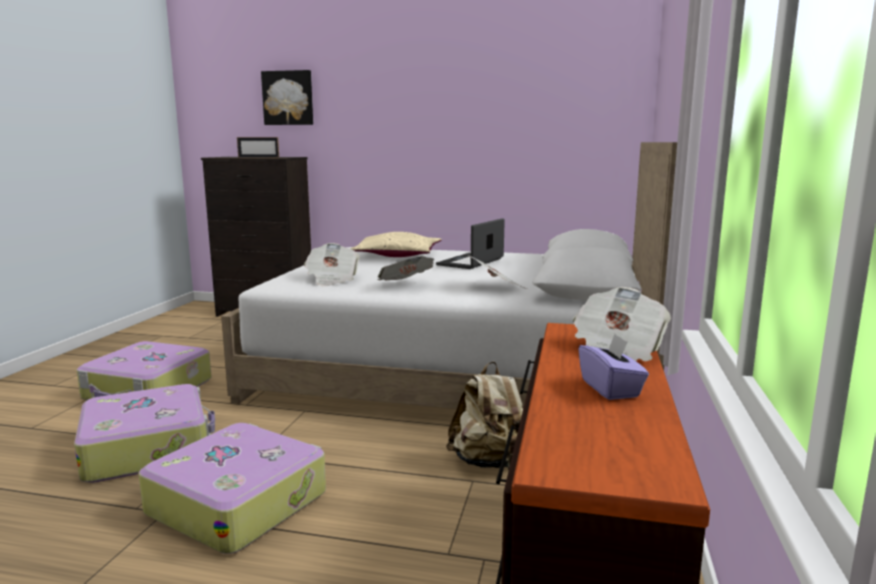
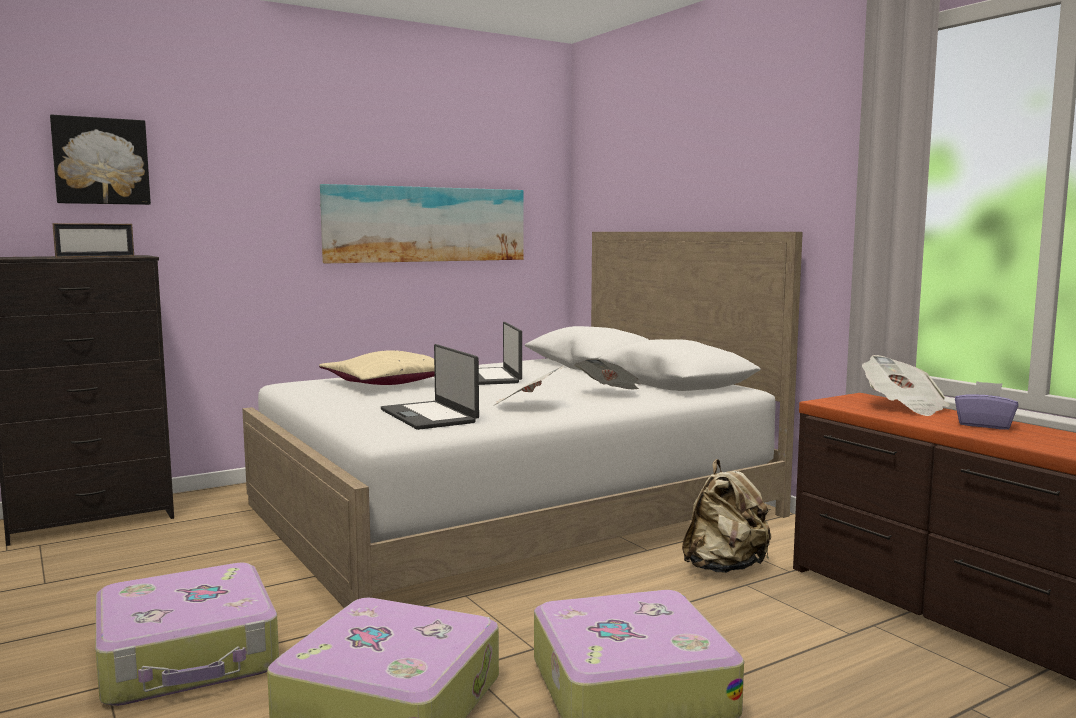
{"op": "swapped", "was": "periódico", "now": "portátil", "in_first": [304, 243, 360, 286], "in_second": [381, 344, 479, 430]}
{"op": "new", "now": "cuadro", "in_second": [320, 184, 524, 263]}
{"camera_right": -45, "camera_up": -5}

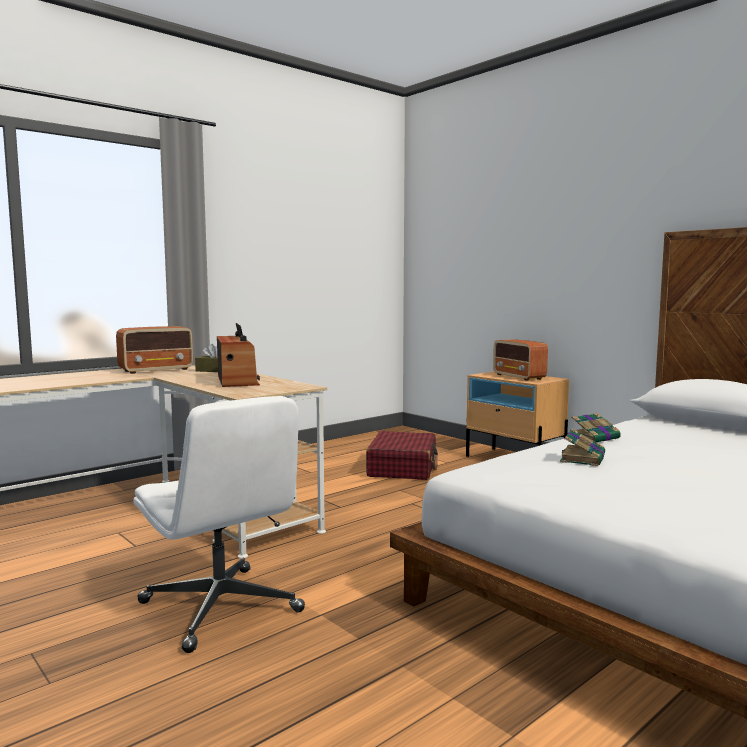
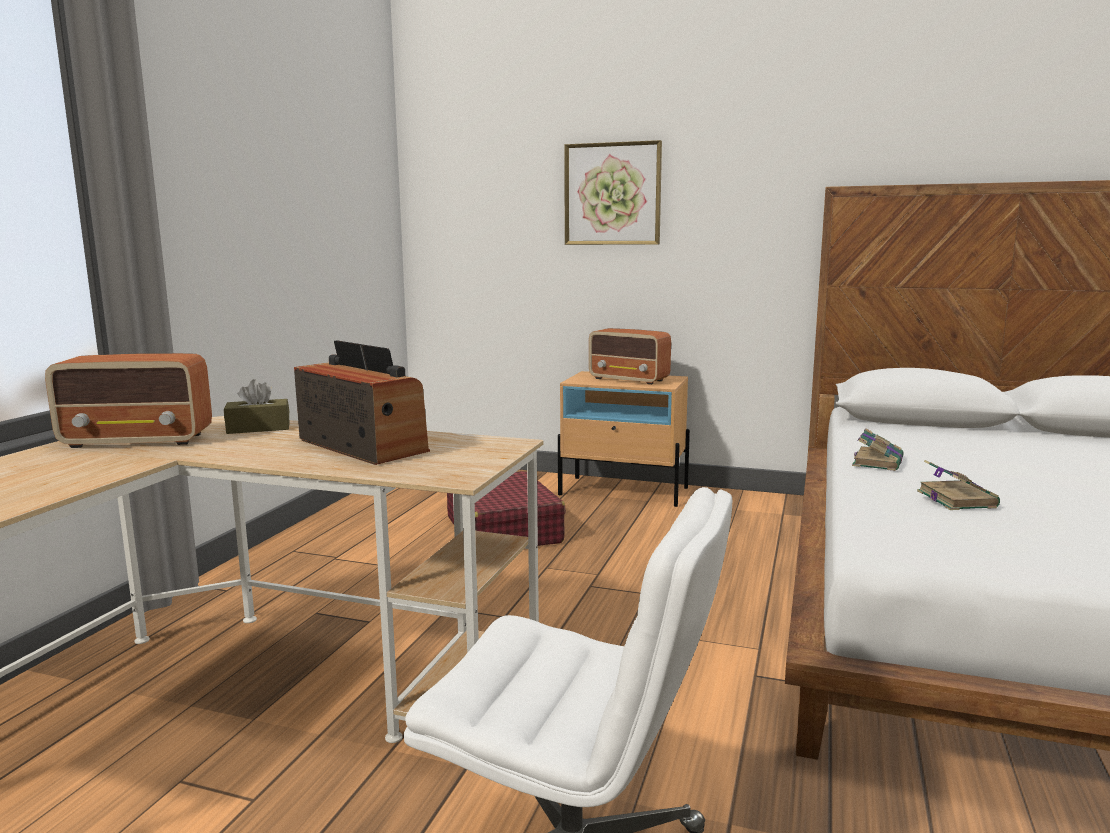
{"op": "rotated", "was": "radio", "in_first": [116, 326, 193, 374], "in_second": [45, 353, 212, 448], "clockwise": 60}
{"op": "new", "now": "cuadro", "in_second": [564, 140, 662, 245]}
{"camera_right": -30, "camera_up": 5}

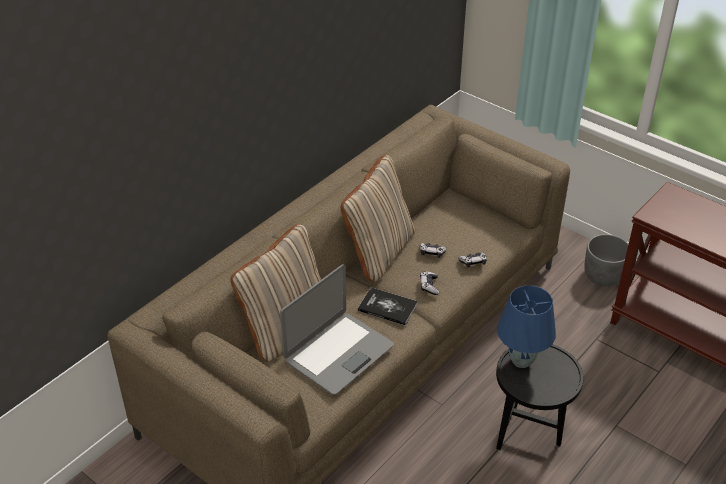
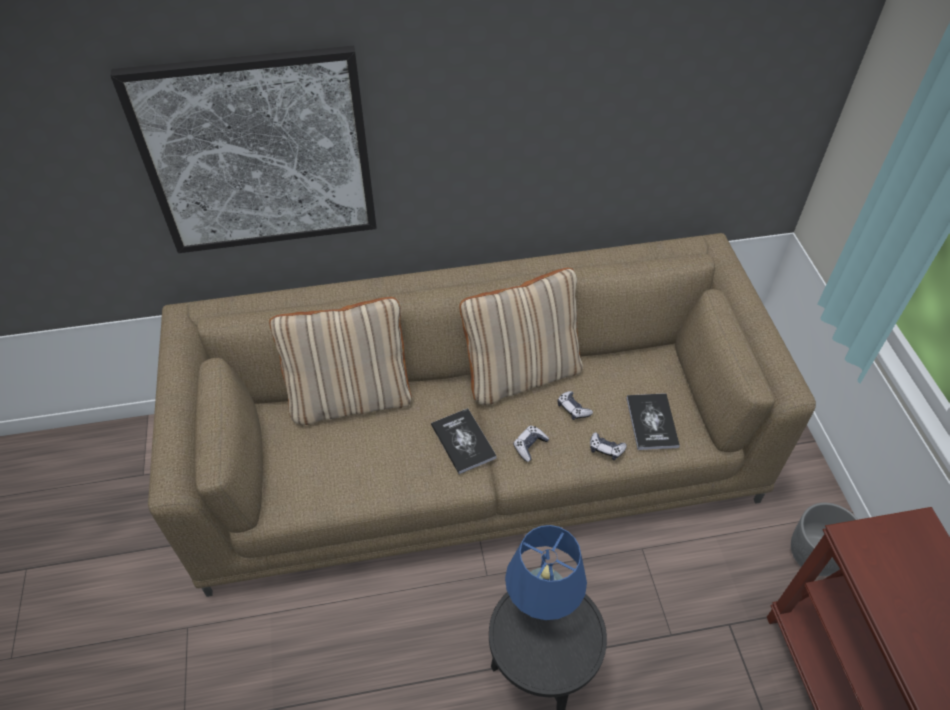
{"op": "gone", "was": "portátil", "in_first": [280, 264, 394, 395]}
{"op": "new", "now": "cuadro", "in_second": [110, 46, 377, 253]}
{"op": "new", "now": "libro", "in_second": [626, 393, 680, 450]}
{"camera_right": 40, "camera_up": 10}

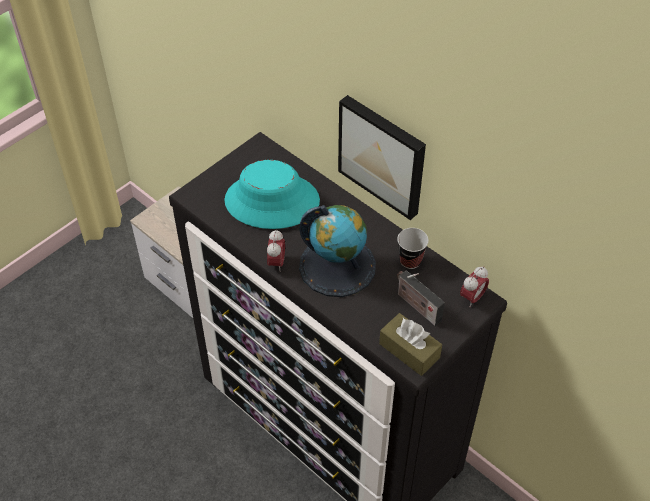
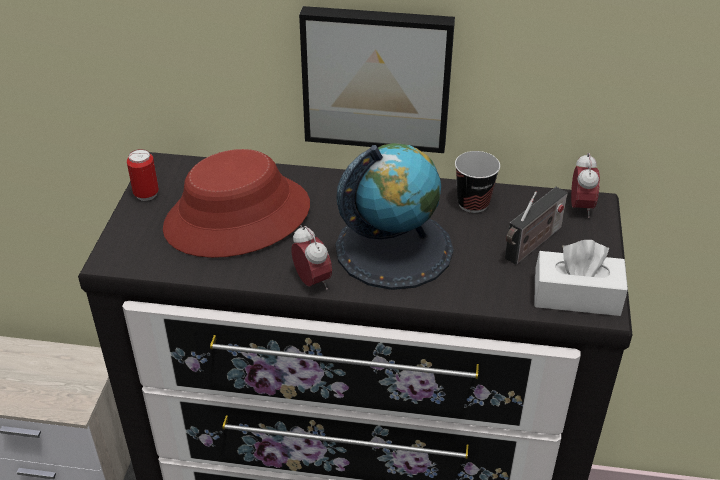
{"op": "repainted", "was": "sombrero/turquesa", "now": "sombrero/rojo", "in_first": [224, 160, 320, 229], "in_second": [163, 149, 310, 258]}
{"op": "repainted", "was": "caja de pañuelos/marrón", "now": "caja de pañuelos/blanco", "in_first": [379, 313, 442, 376], "in_second": [535, 240, 628, 316]}
{"op": "rotated", "was": "radio", "in_first": [397, 270, 445, 326], "in_second": [505, 187, 568, 265], "clockwise": -60}
{"op": "new", "now": "lata", "in_second": [127, 149, 159, 201]}
{"camera_right": -35, "camera_up": -10}

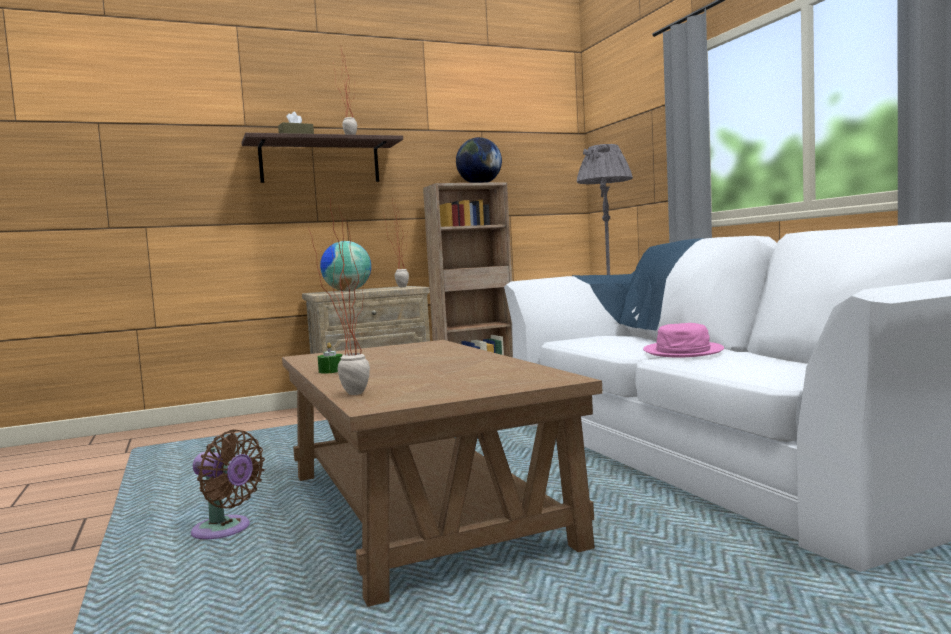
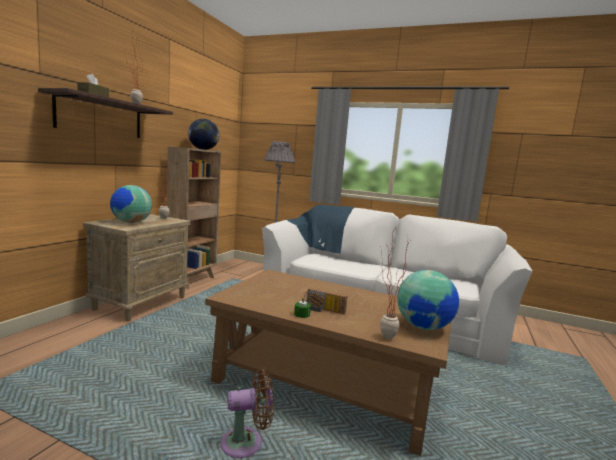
{"op": "gone", "was": "sombrero/rosa", "in_first": [643, 323, 724, 357]}
{"op": "new", "now": "radio", "in_second": [304, 288, 348, 314]}
{"op": "new", "now": "globo terráqueo", "in_second": [397, 270, 459, 330]}
{"camera_right": -45, "camera_up": 5}

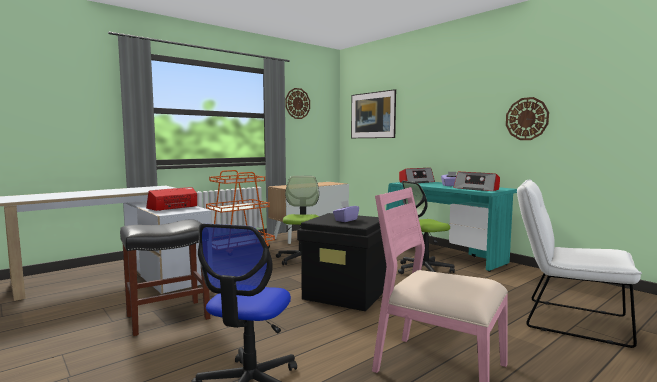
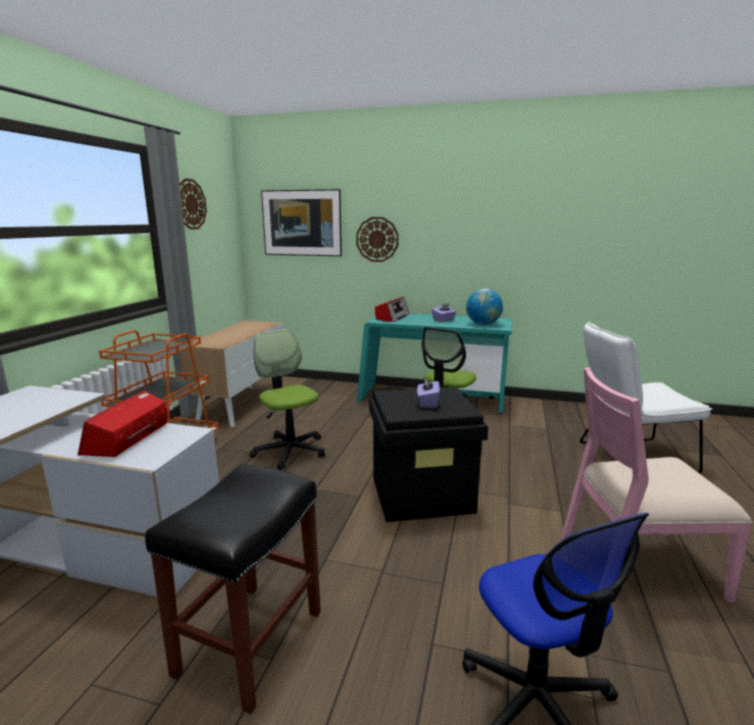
{"op": "swapped", "was": "radio", "now": "globo terráqueo", "in_first": [453, 172, 500, 191], "in_second": [466, 289, 503, 325]}
{"op": "shifted", "was": "reloj de pared", "in_first": [506, 97, 549, 140], "in_second": [356, 217, 399, 262]}
{"camera_right": -35, "camera_up": 10}

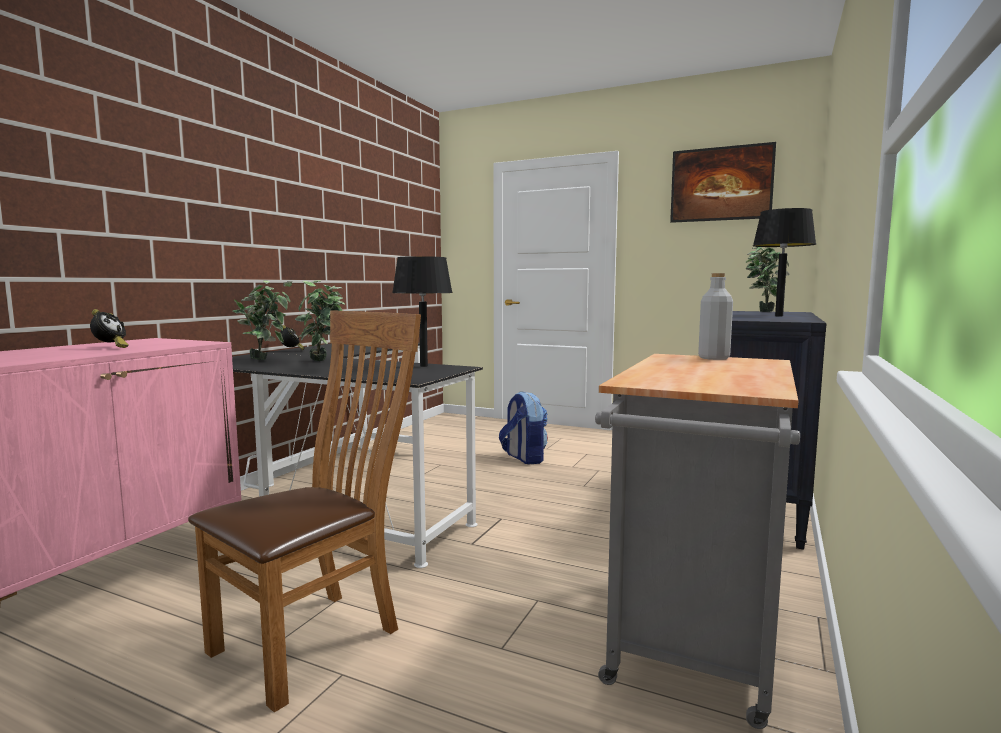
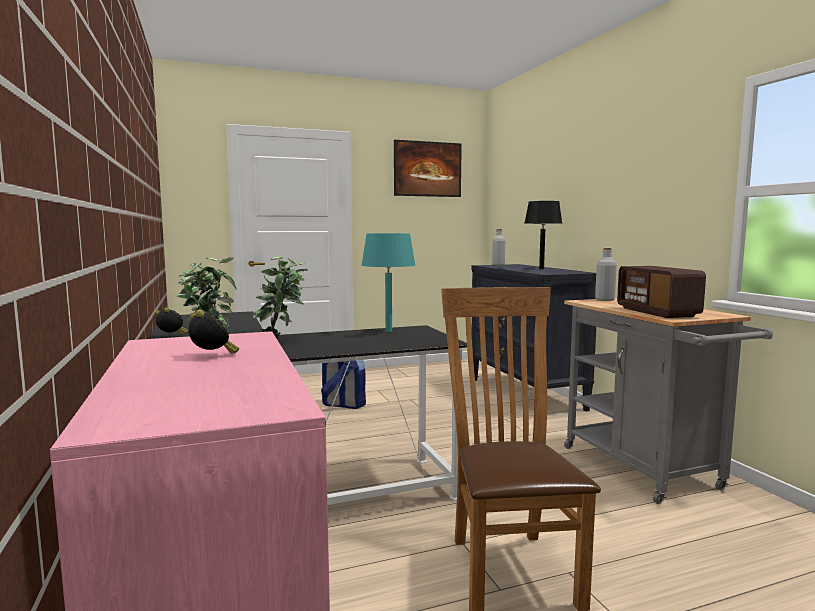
{"op": "repainted", "was": "lámpara de mesa/negro", "now": "lámpara de mesa/turquesa", "in_first": [392, 256, 453, 367], "in_second": [361, 233, 416, 332]}
{"op": "swapped", "was": "planta en maceta", "now": "botella/gris", "in_first": [746, 247, 790, 312], "in_second": [492, 229, 505, 265]}
{"op": "new", "now": "radio", "in_second": [617, 266, 706, 318]}
{"camera_right": -45, "camera_up": 0}

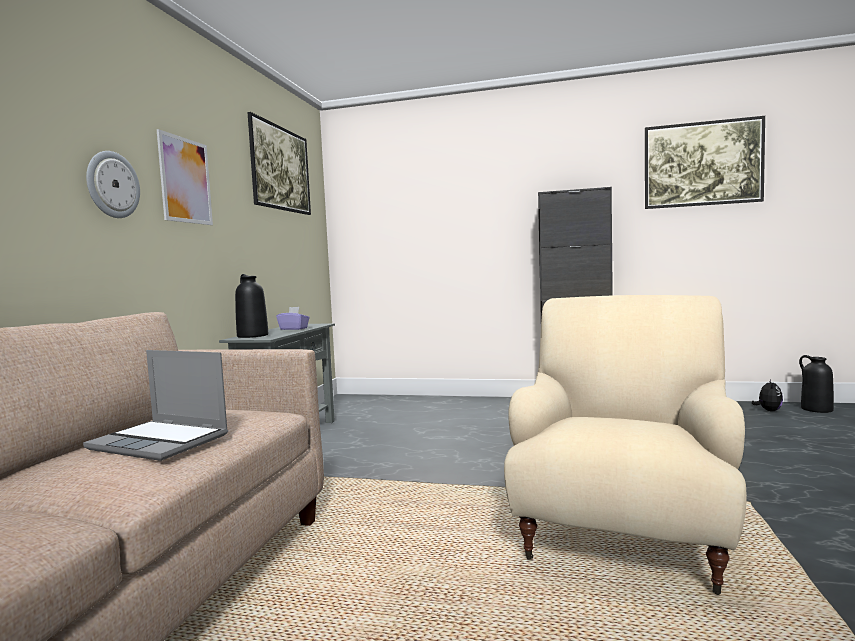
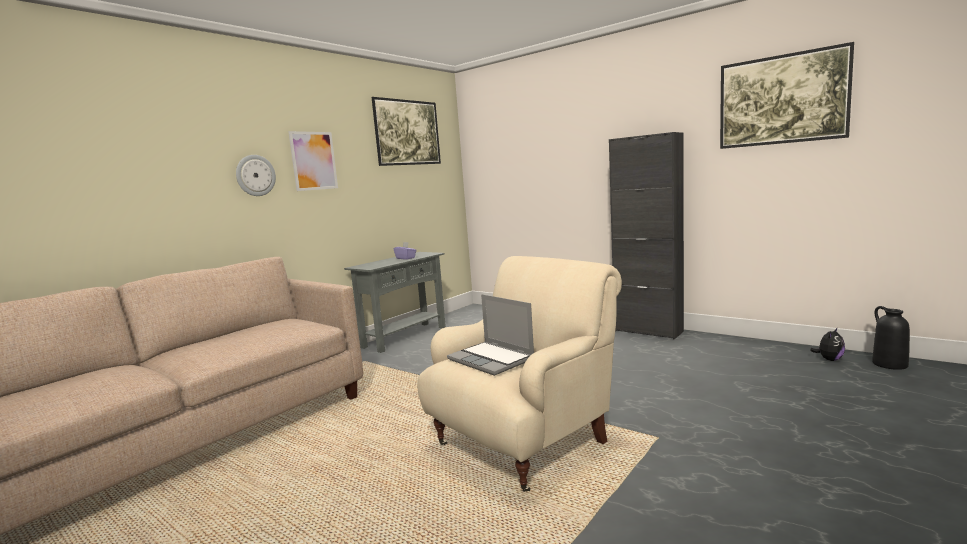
{"op": "shifted", "was": "portátil", "in_first": [83, 350, 228, 461], "in_second": [447, 294, 534, 376]}
{"op": "gone", "was": "florero/negro", "in_first": [235, 274, 268, 338]}
{"camera_right": 25, "camera_up": 5}

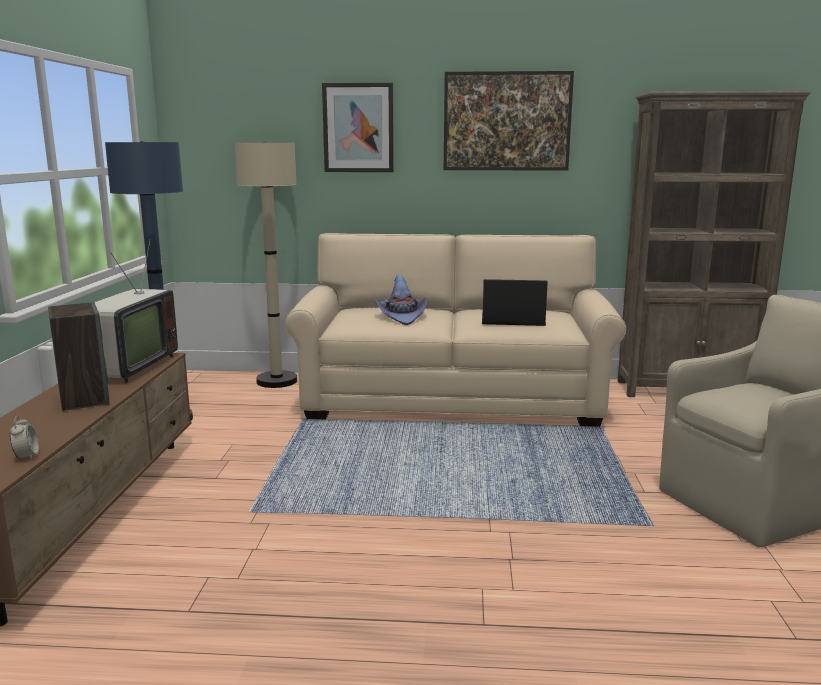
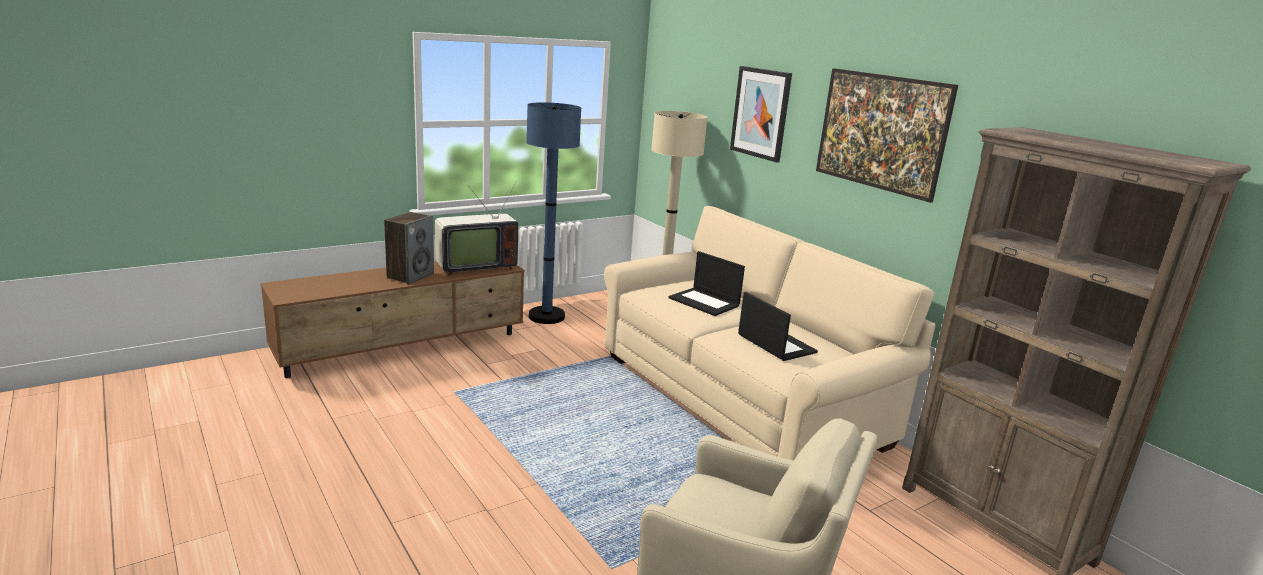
{"op": "gone", "was": "despertador", "in_first": [9, 416, 39, 460]}
{"op": "swapped", "was": "sombrero/morado", "now": "portátil", "in_first": [374, 274, 428, 325], "in_second": [668, 251, 745, 316]}
{"camera_right": 50, "camera_up": 5}

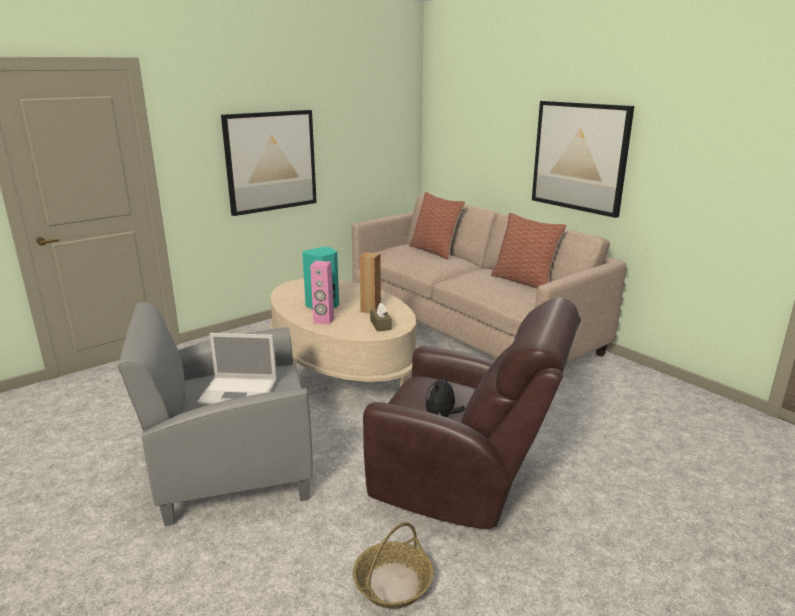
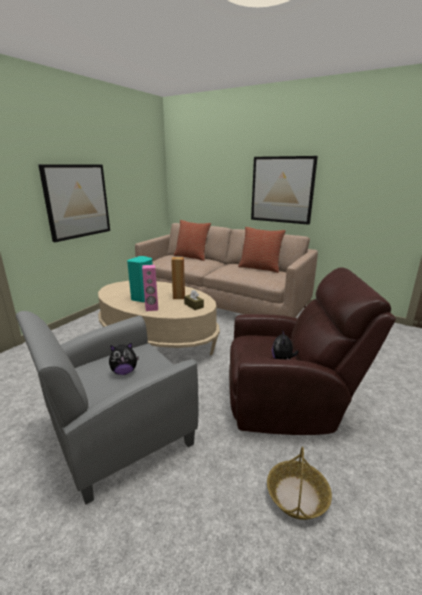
{"op": "swapped", "was": "portátil", "now": "peluche", "in_first": [197, 333, 277, 404], "in_second": [109, 342, 139, 375]}
{"camera_right": -20, "camera_up": 0}

